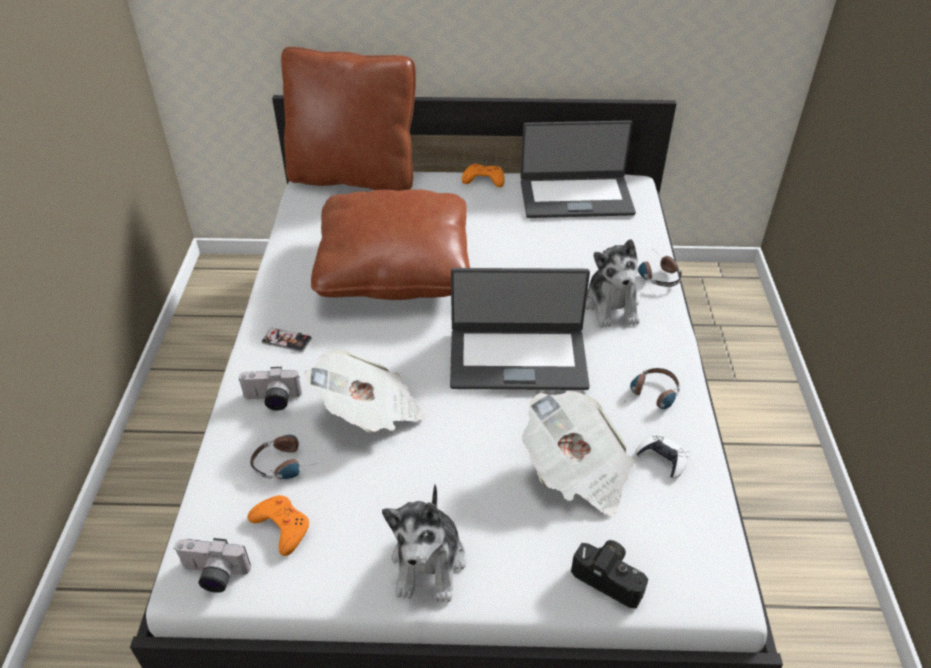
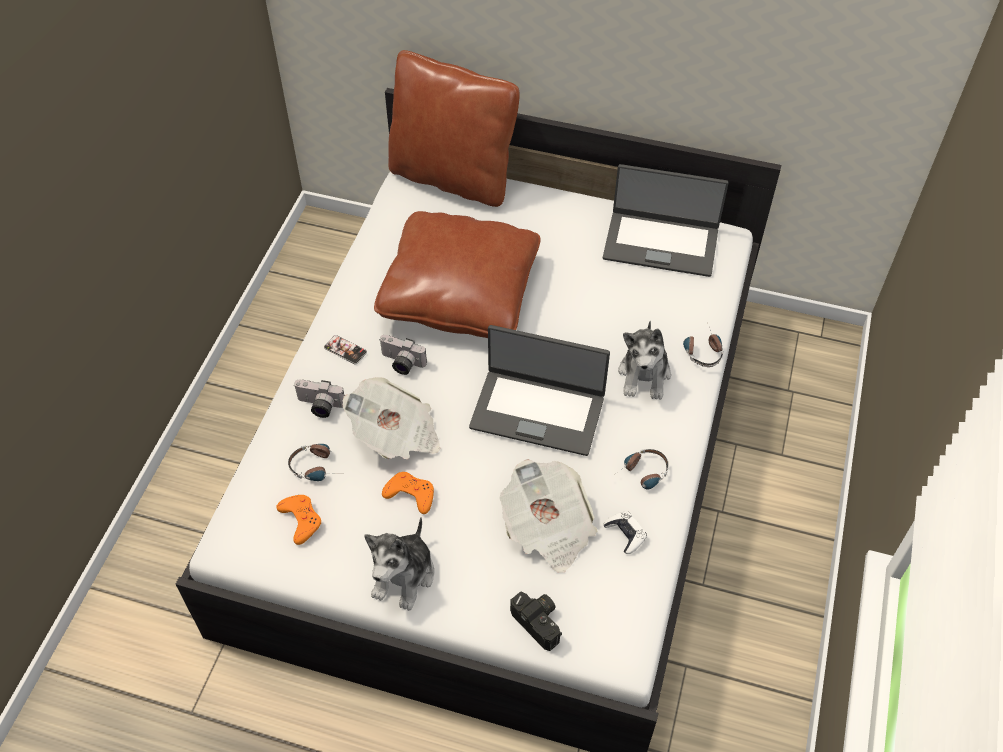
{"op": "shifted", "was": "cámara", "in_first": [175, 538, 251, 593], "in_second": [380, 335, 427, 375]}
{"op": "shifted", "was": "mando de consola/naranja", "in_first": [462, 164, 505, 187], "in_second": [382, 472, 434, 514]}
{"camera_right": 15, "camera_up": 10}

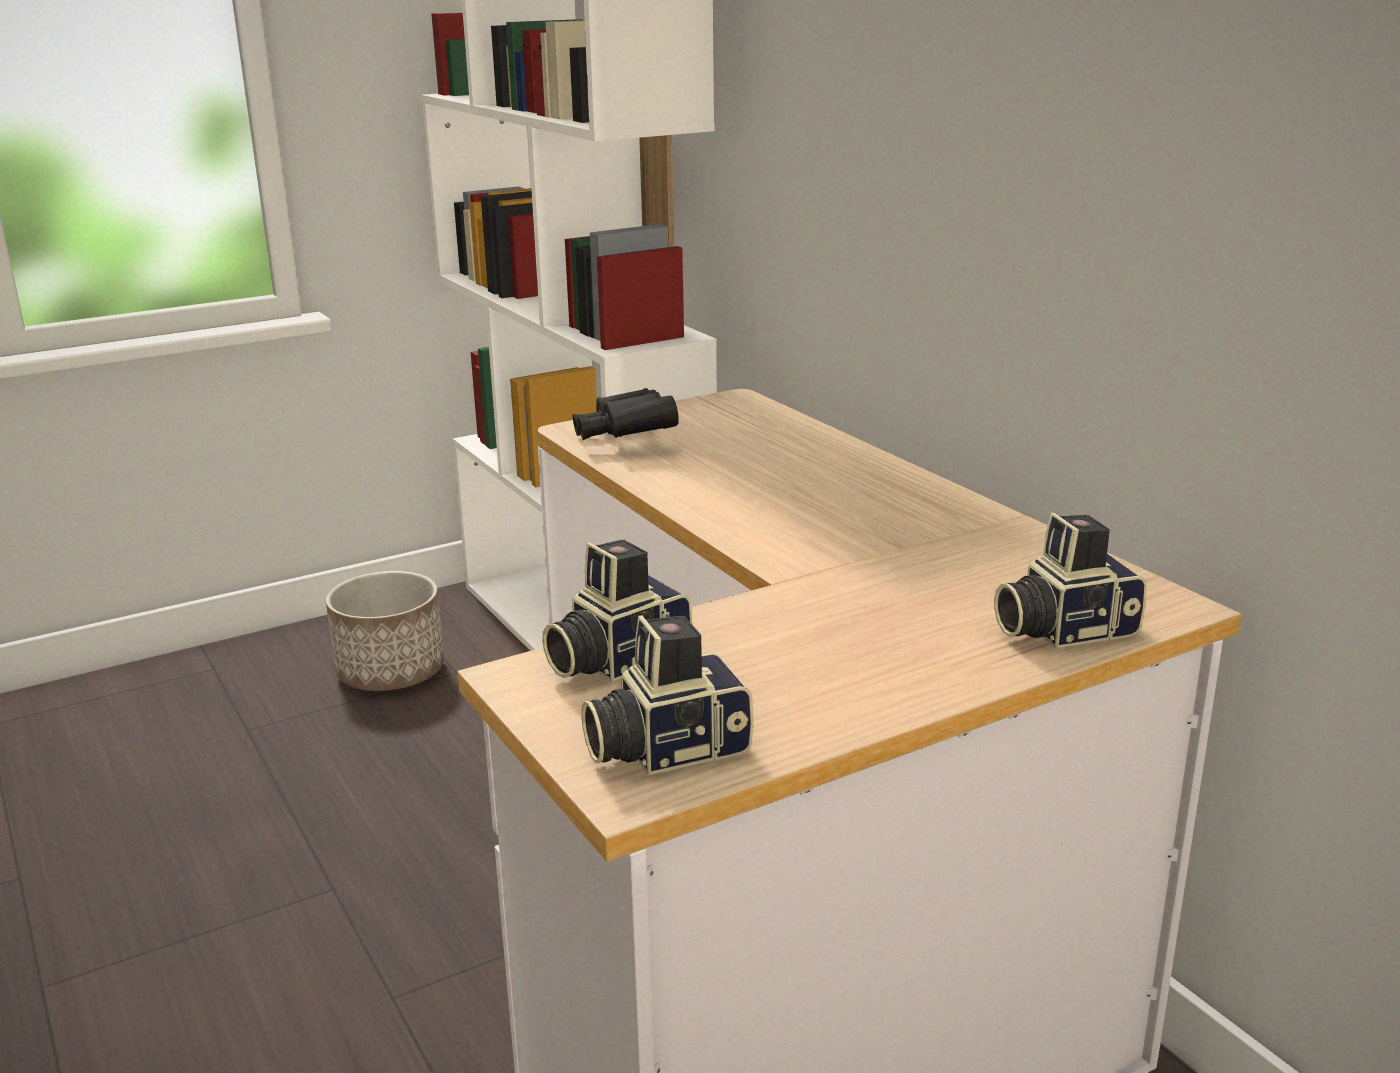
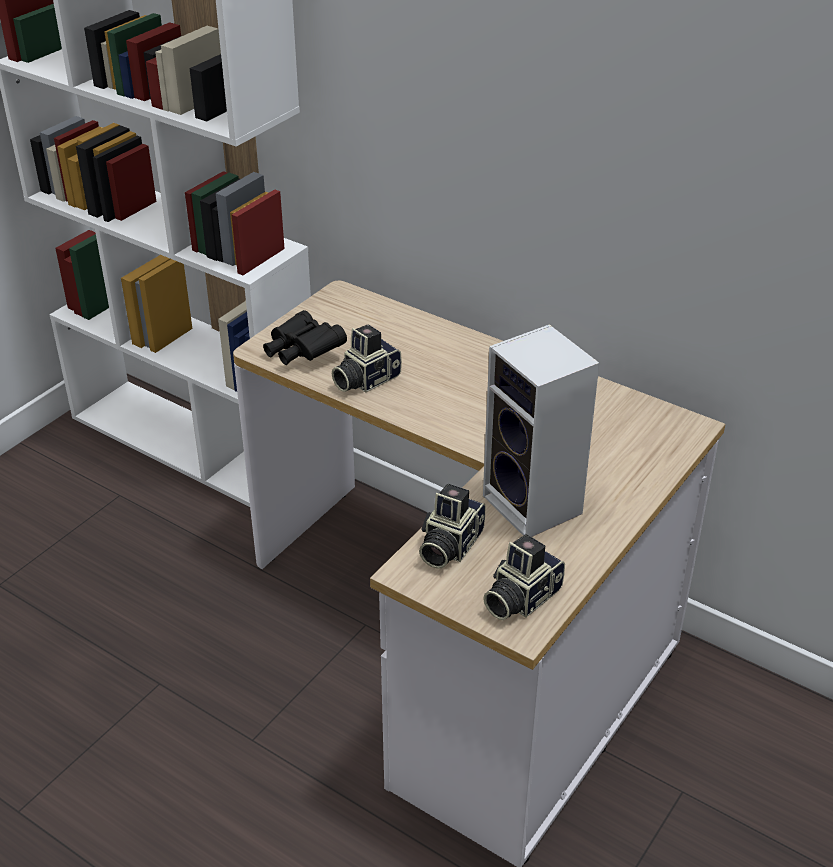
{"op": "gone", "was": "maceta", "in_first": [326, 571, 444, 691]}
{"op": "shifted", "was": "cámara", "in_first": [994, 513, 1147, 649], "in_second": [332, 324, 402, 393]}
{"op": "new", "now": "altavoz", "in_second": [483, 324, 599, 537]}
{"camera_right": -25, "camera_up": 15}

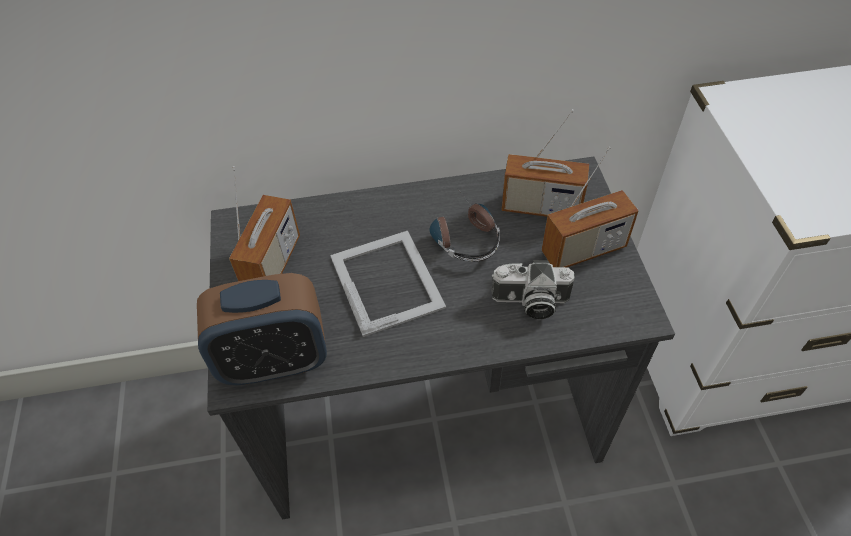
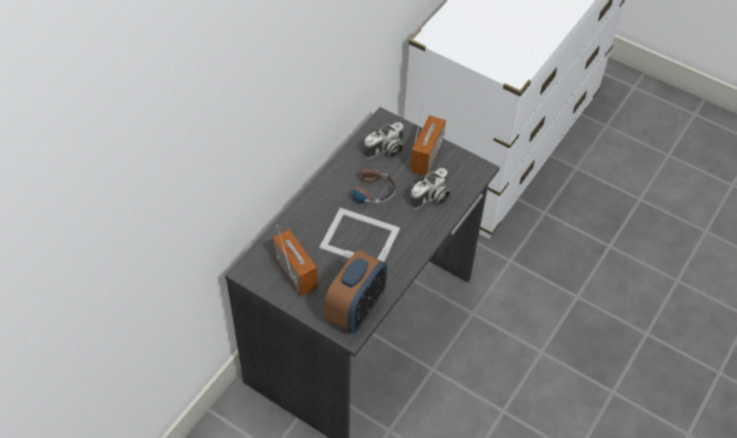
{"op": "swapped", "was": "radio", "now": "cámara", "in_first": [501, 109, 589, 217], "in_second": [364, 122, 403, 159]}
{"camera_right": -50, "camera_up": 0}

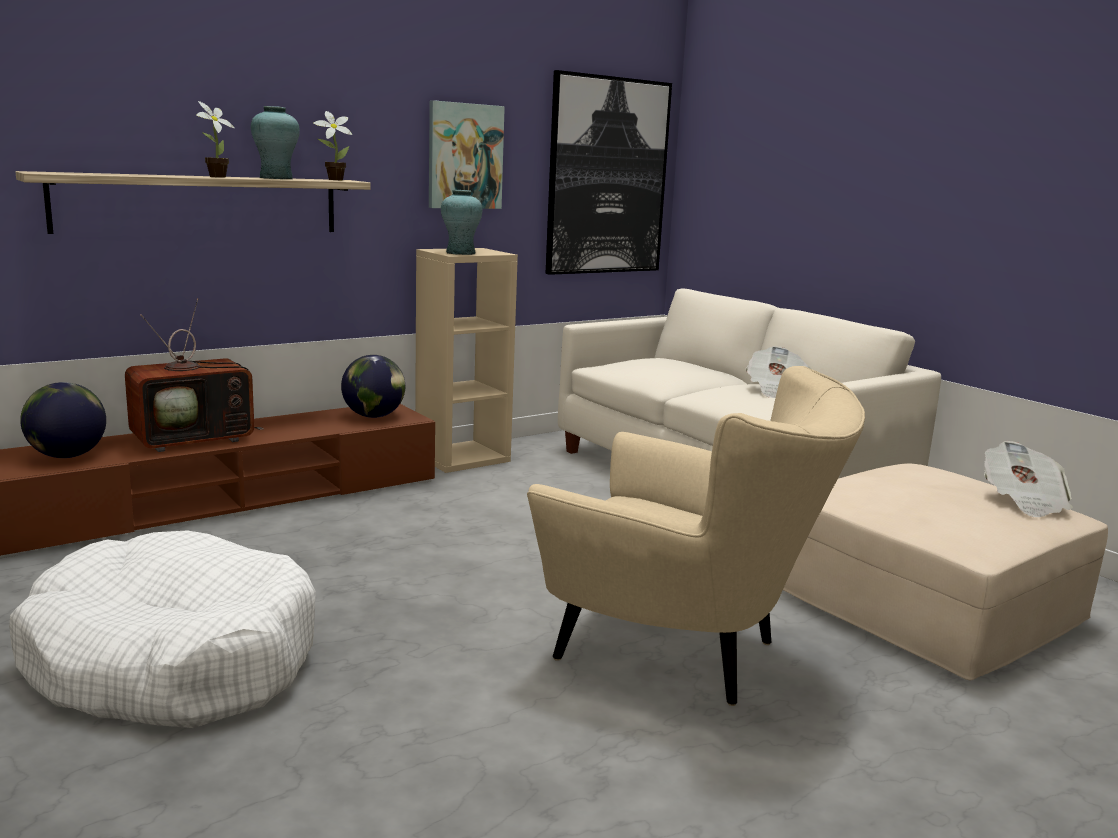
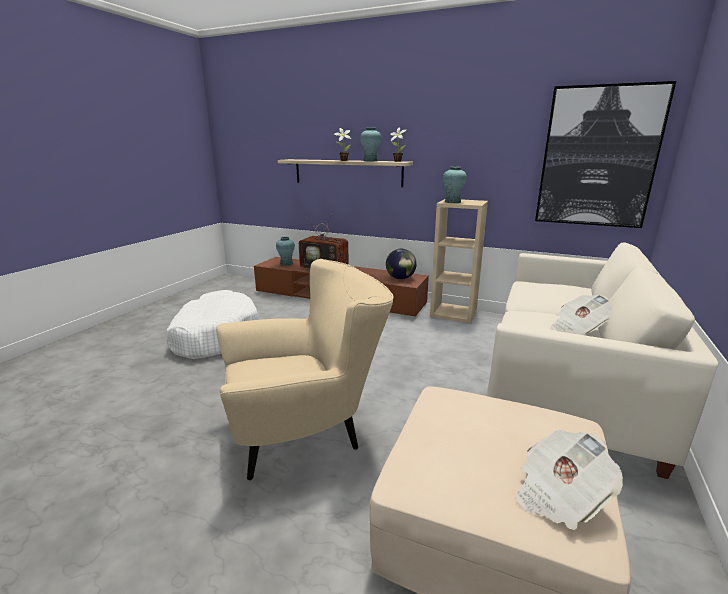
{"op": "swapped", "was": "globo terráqueo", "now": "florero/turquesa", "in_first": [20, 382, 106, 458], "in_second": [276, 237, 295, 266]}
{"op": "gone", "was": "cuadro", "in_first": [429, 100, 505, 209]}
{"op": "rotated", "was": "sillón/beis", "in_first": [527, 366, 865, 706], "in_second": [216, 259, 394, 481], "clockwise": -105}
{"camera_right": 60, "camera_up": 5}

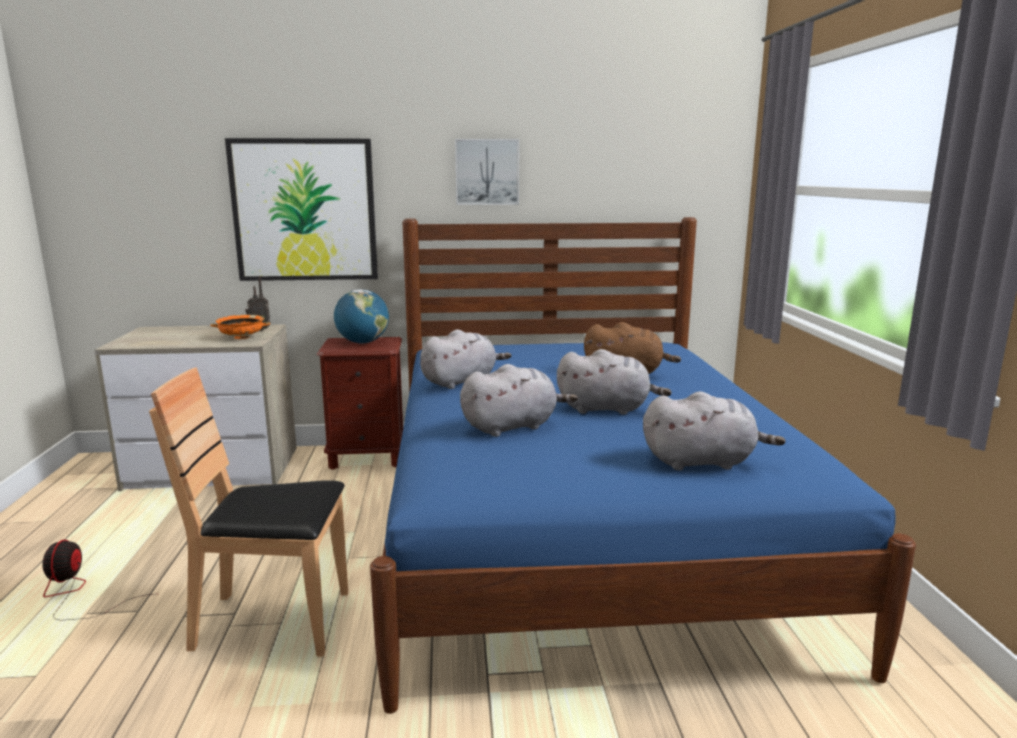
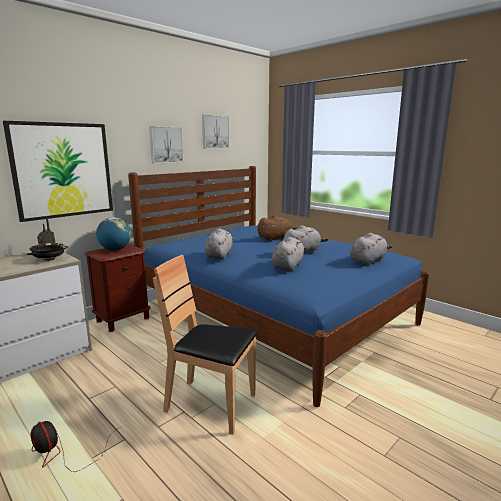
{"op": "rotated", "was": "silla/marrón", "in_first": [149, 367, 348, 656], "in_second": [153, 255, 258, 434], "clockwise": 60}
{"op": "repainted", "was": "cuenco/naranja", "now": "cuenco/negro", "in_first": [210, 315, 270, 339], "in_second": [27, 243, 68, 261]}
{"op": "new", "now": "cuadro", "in_second": [202, 115, 230, 149]}
{"camera_right": -40, "camera_up": 0}

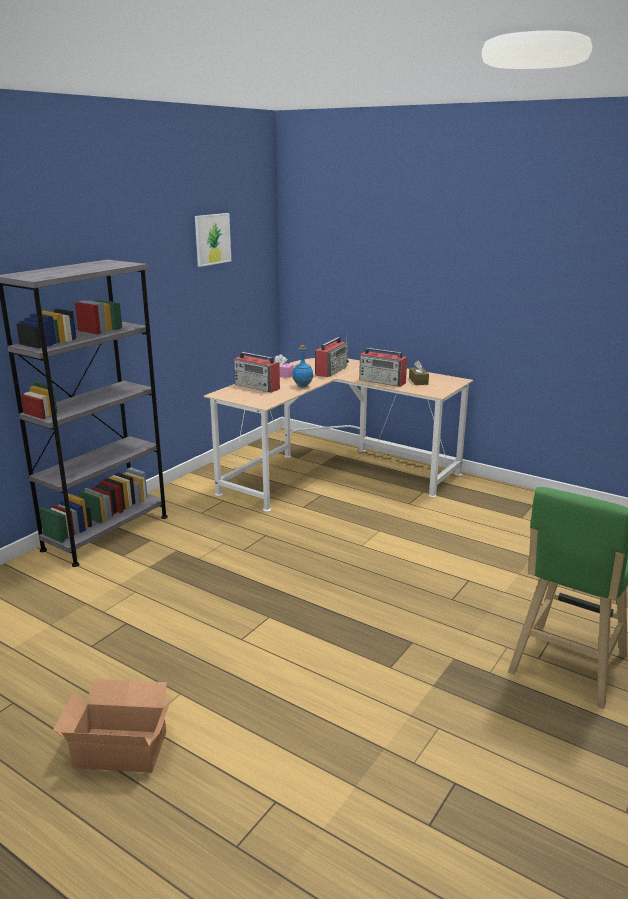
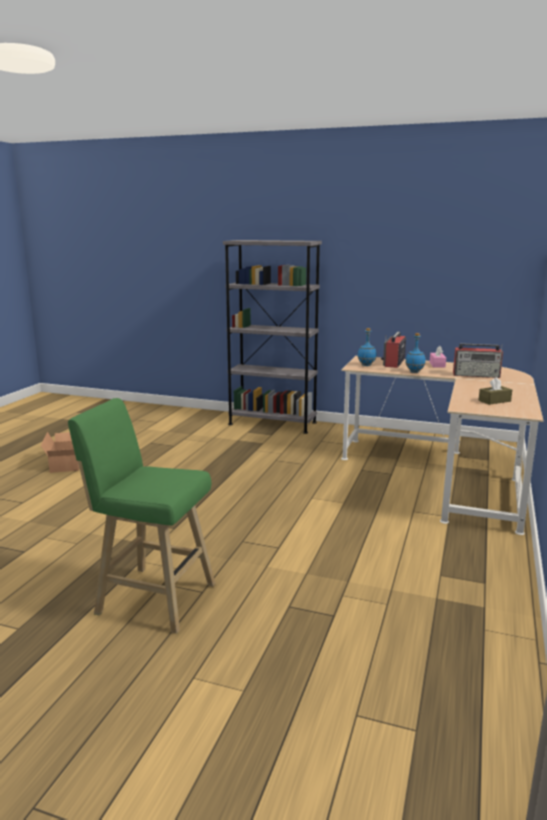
{"op": "gone", "was": "cuadro", "in_first": [195, 213, 231, 267]}
{"op": "gone", "was": "radio", "in_first": [359, 348, 407, 387]}
{"op": "new", "now": "botella/azul", "in_second": [357, 328, 376, 366]}
{"camera_right": 75, "camera_up": -5}

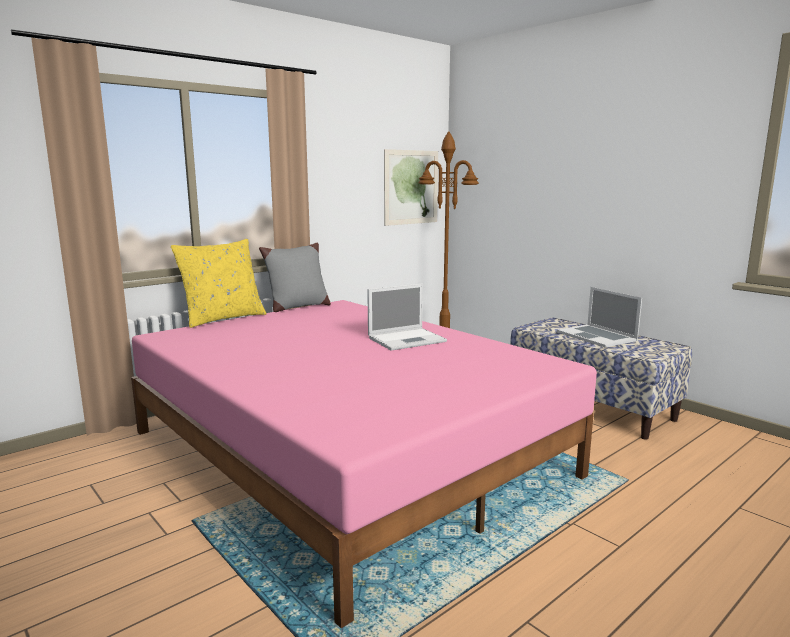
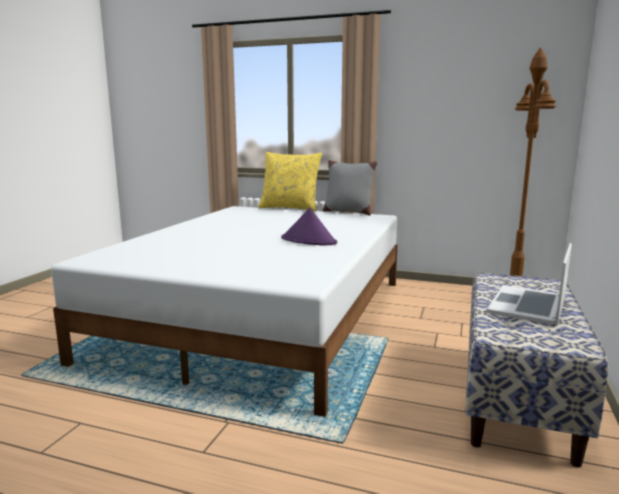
{"op": "repainted", "was": "cama/rosa", "now": "cama/blanco", "in_first": [131, 300, 597, 628], "in_second": [51, 206, 398, 417]}
{"op": "swapped", "was": "portátil", "now": "sombrero/morado", "in_first": [367, 284, 447, 351], "in_second": [281, 207, 337, 246]}
{"op": "gone", "was": "cuadro", "in_first": [384, 149, 438, 226]}
{"camera_right": 60, "camera_up": 0}

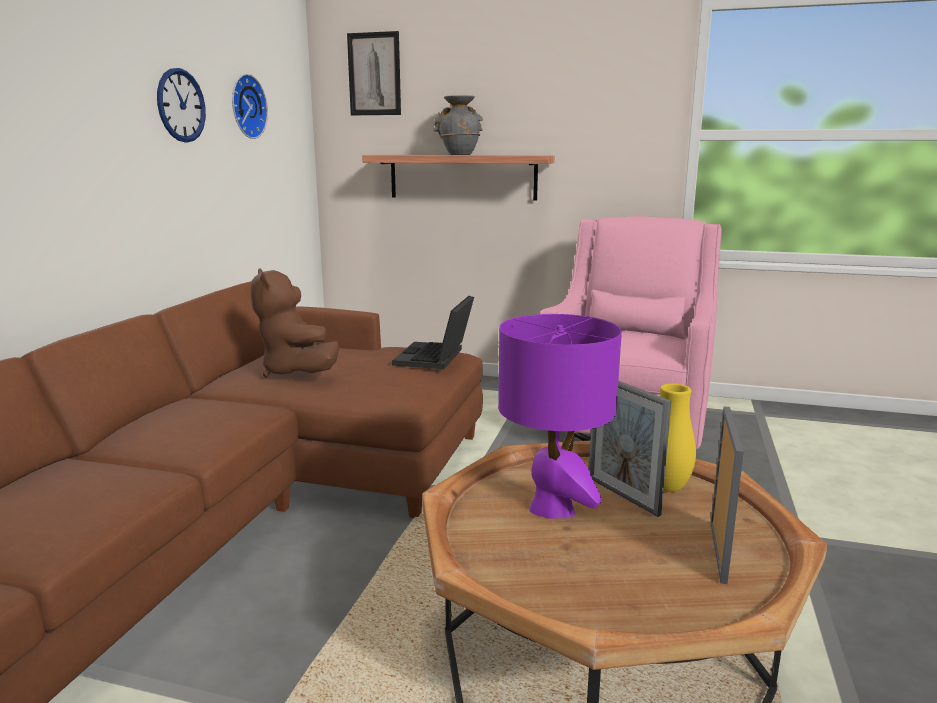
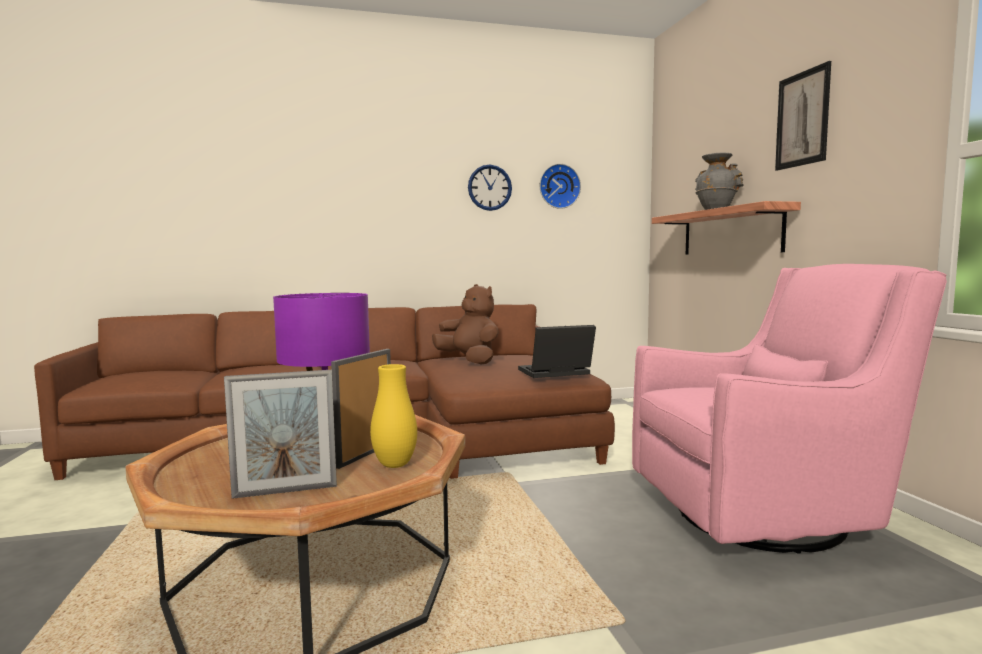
{"op": "rotated", "was": "peluche/marrón", "in_first": [251, 269, 339, 378], "in_second": [432, 284, 499, 365], "clockwise": 105}
{"op": "shifted", "was": "cuadro", "in_first": [347, 31, 401, 115], "in_second": [775, 61, 831, 171]}
{"camera_right": 60, "camera_up": -10}

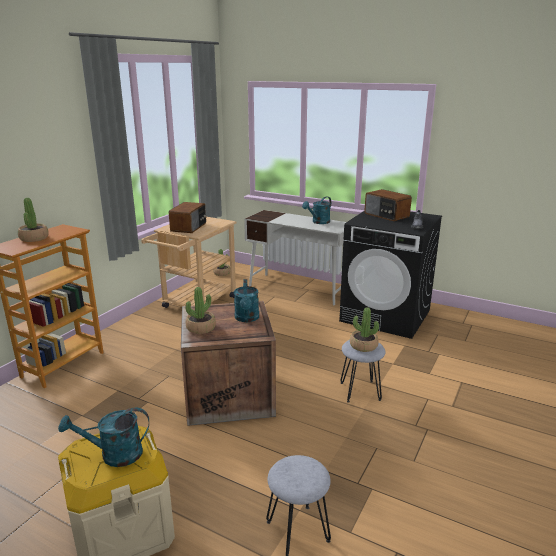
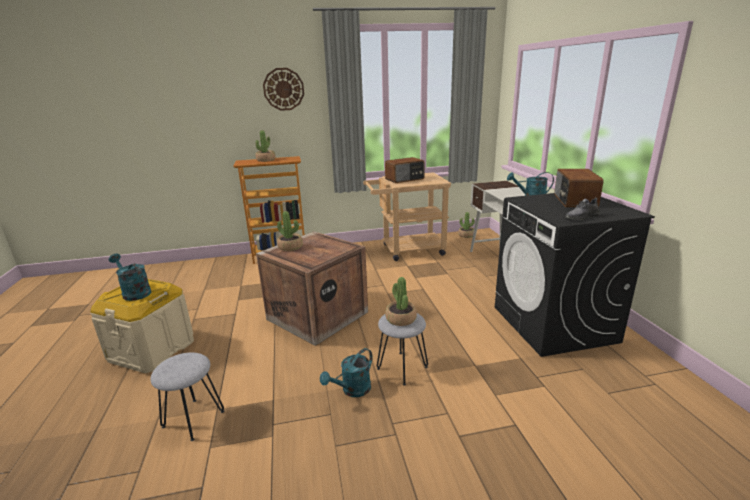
{"op": "shifted", "was": "regadera/turquesa", "in_first": [234, 279, 259, 322], "in_second": [320, 348, 373, 397]}
{"op": "new", "now": "reloj de pared", "in_second": [263, 68, 304, 111]}
{"camera_right": 50, "camera_up": 0}

